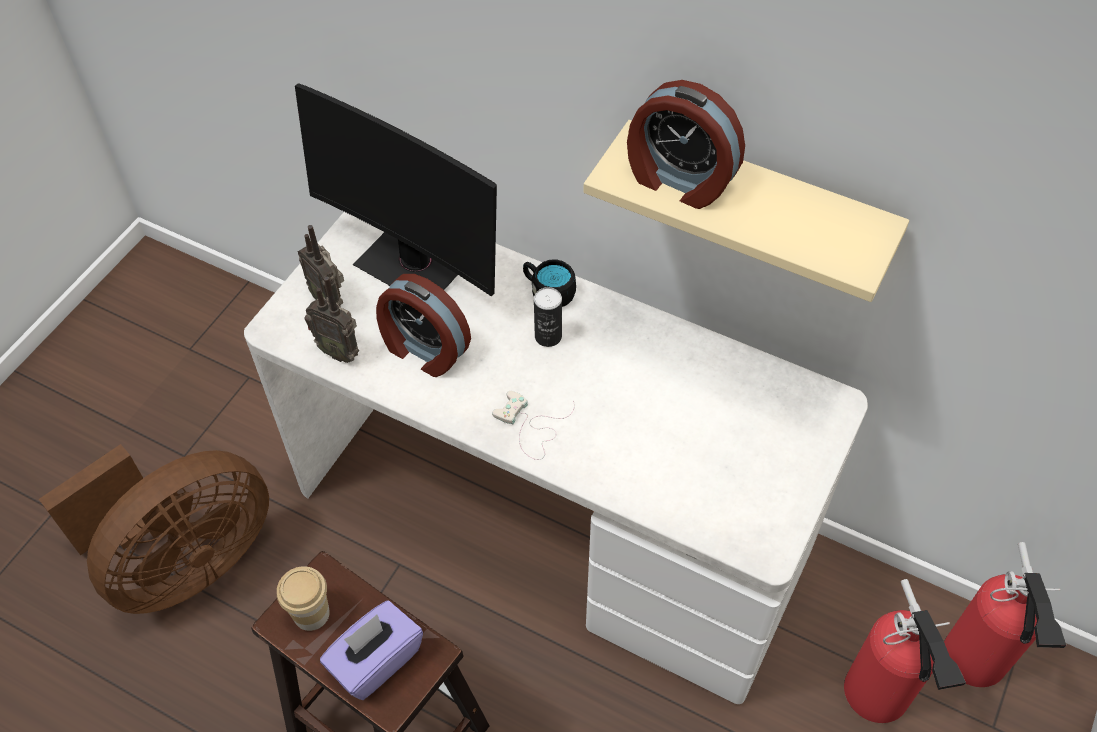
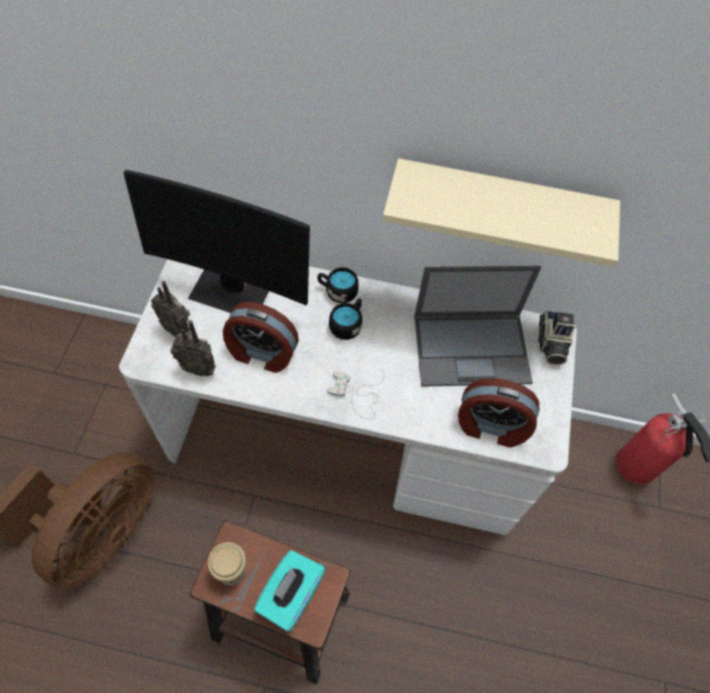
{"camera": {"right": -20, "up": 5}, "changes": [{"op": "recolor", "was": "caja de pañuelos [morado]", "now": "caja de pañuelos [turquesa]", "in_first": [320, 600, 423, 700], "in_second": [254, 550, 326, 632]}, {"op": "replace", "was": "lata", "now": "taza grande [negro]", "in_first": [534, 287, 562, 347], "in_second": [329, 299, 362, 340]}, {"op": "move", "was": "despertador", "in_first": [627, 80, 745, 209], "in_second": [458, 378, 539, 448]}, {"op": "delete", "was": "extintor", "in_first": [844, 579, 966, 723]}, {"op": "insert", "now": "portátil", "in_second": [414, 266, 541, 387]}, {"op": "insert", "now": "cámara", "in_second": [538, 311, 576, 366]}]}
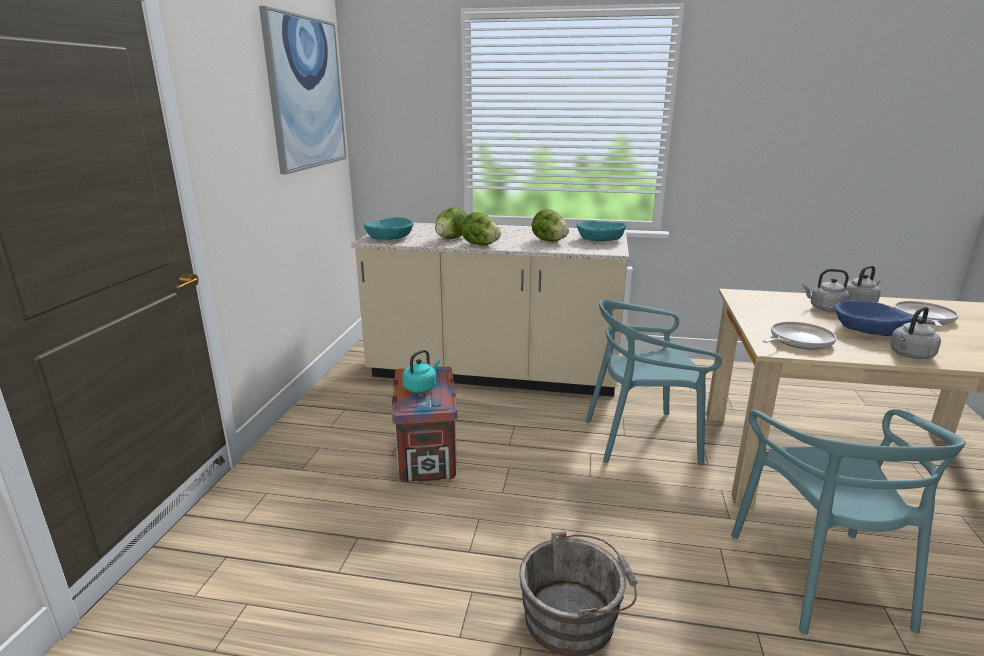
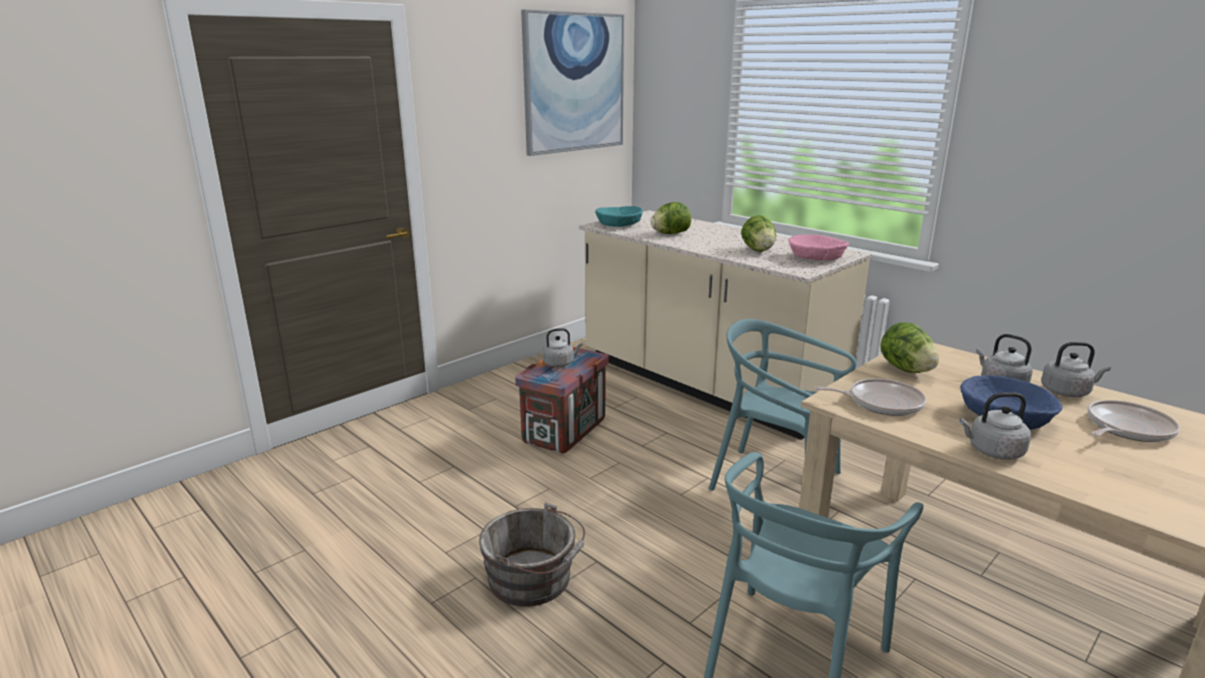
{"camera": {"right": 35, "up": 0}, "changes": [{"op": "recolor", "was": "hervidor [turquesa]", "now": "hervidor [gris]", "in_first": [403, 350, 440, 393], "in_second": [542, 328, 583, 367]}, {"op": "move", "was": "lechuga", "in_first": [461, 212, 501, 245], "in_second": [881, 322, 939, 373]}, {"op": "recolor", "was": "cuenco [turquesa]", "now": "cuenco [rosa]", "in_first": [576, 220, 627, 241], "in_second": [788, 234, 849, 260]}]}
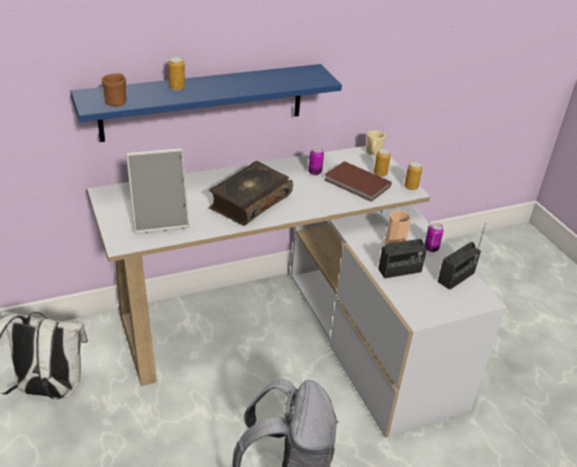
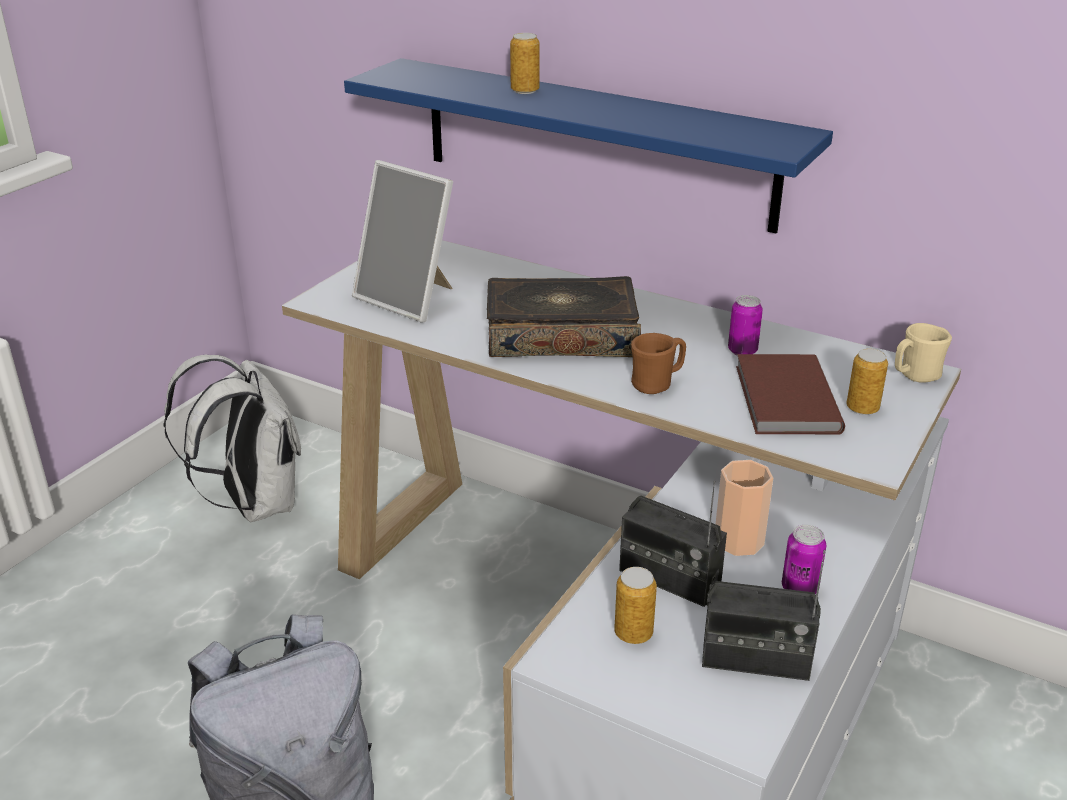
{"camera": {"right": 55, "up": -5}, "changes": [{"op": "move", "was": "taza grande [marrón]", "in_first": [102, 73, 126, 106], "in_second": [631, 333, 686, 394]}, {"op": "move", "was": "lata", "in_first": [405, 161, 422, 190], "in_second": [614, 567, 657, 644]}]}
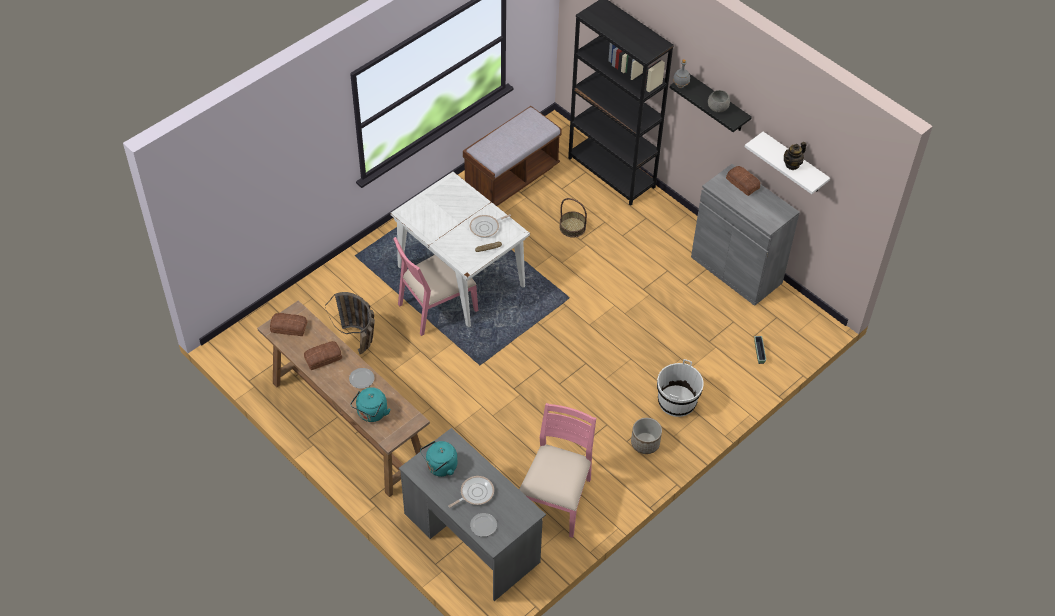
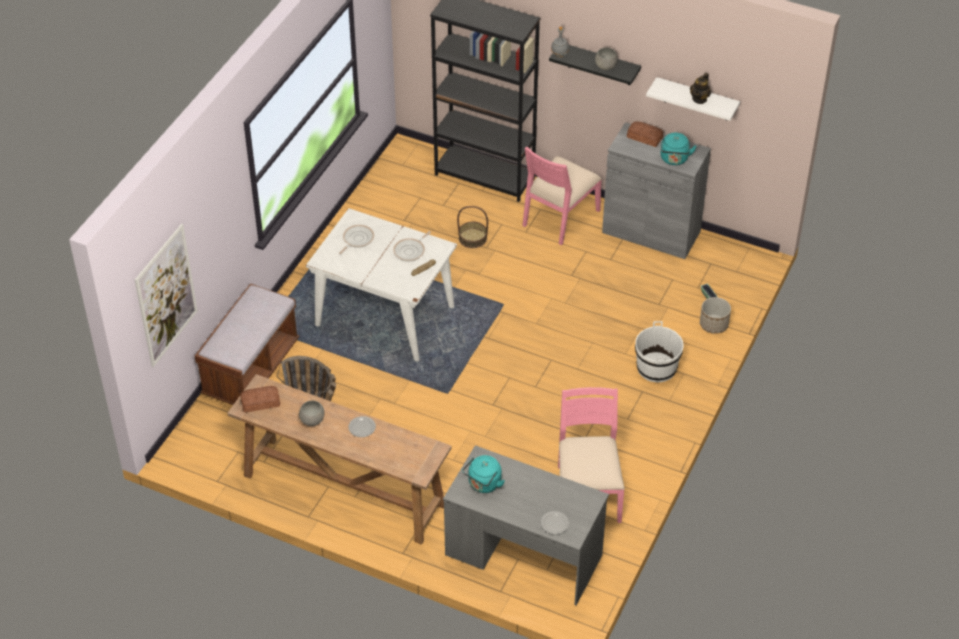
{"camera": {"right": -20, "up": -5}, "changes": [{"op": "replace", "was": "pan", "now": "cuenco [gris]", "in_first": [304, 341, 342, 370], "in_second": [299, 401, 324, 426]}, {"op": "move", "was": "hervidor [turquesa]", "in_first": [350, 387, 391, 422], "in_second": [660, 133, 697, 165]}, {"op": "move", "was": "silla [rosa]", "in_first": [393, 237, 478, 336], "in_second": [522, 146, 602, 245]}, {"op": "move", "was": "sartén", "in_first": [448, 476, 494, 508], "in_second": [339, 225, 374, 254]}, {"op": "move", "was": "banco [marrón]", "in_first": [463, 106, 562, 206], "in_second": [195, 283, 299, 405]}, {"op": "move", "was": "maceta", "in_first": [631, 418, 662, 454], "in_second": [700, 297, 731, 334]}, {"op": "insert", "now": "cuadro", "in_second": [135, 224, 197, 367]}]}
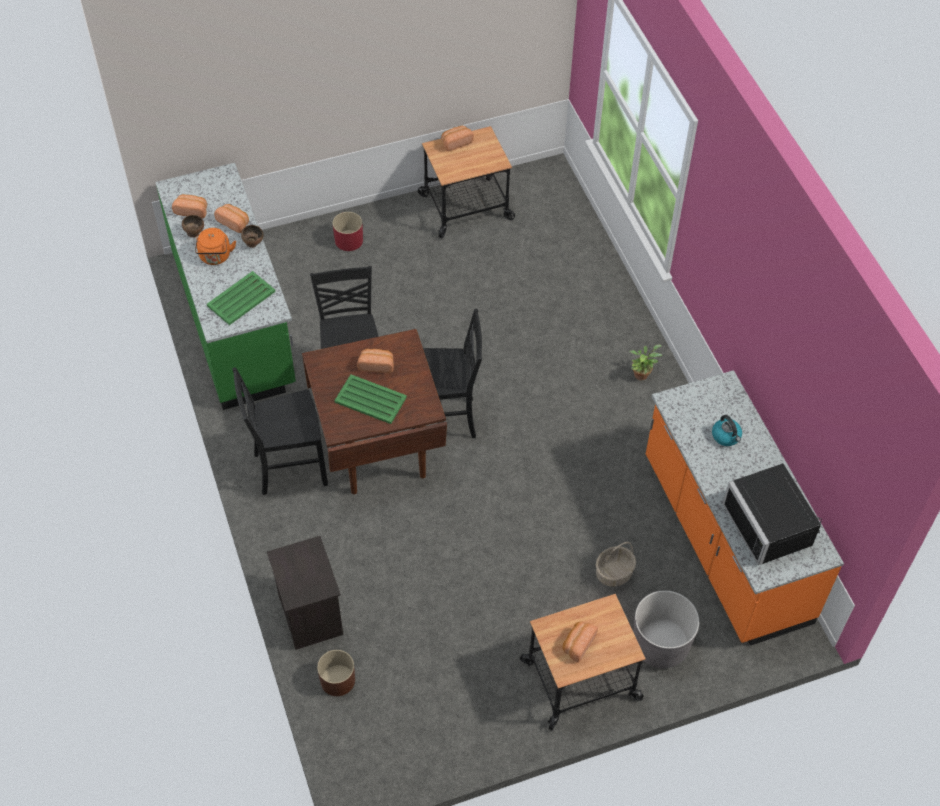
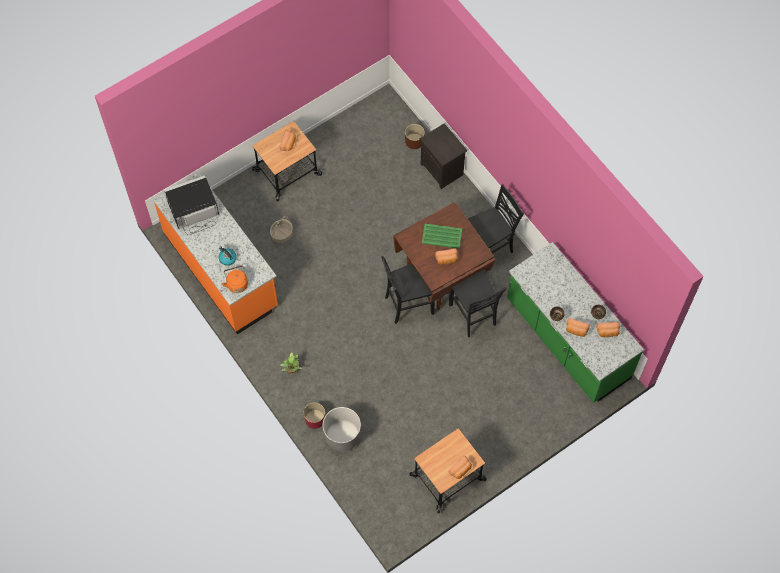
{"camera": {"right": 165, "up": 10}, "changes": [{"op": "move", "was": "hervidor [naranja]", "in_first": [195, 228, 236, 265], "in_second": [222, 266, 248, 293]}, {"op": "delete", "was": "bandeja [verde]", "in_first": [207, 271, 275, 325]}, {"op": "move", "was": "maceta [rojo]", "in_first": [333, 212, 363, 251], "in_second": [304, 402, 325, 429]}, {"op": "move", "was": "maceta [gris]", "in_first": [633, 590, 699, 668], "in_second": [322, 407, 361, 452]}, {"op": "rotate", "was": "microondas [negro]", "in_first": [723, 463, 822, 565], "in_second": [164, 175, 219, 235], "clockwise": -75}]}
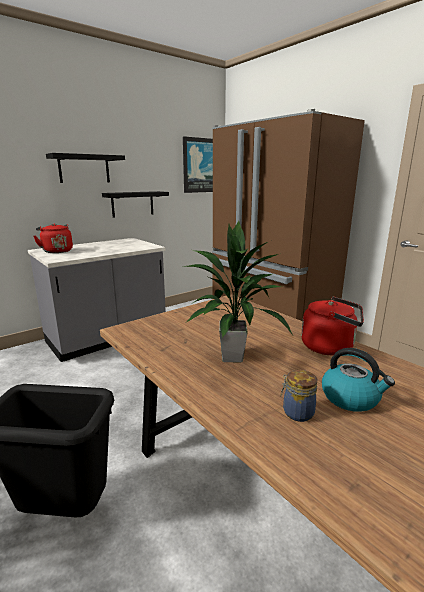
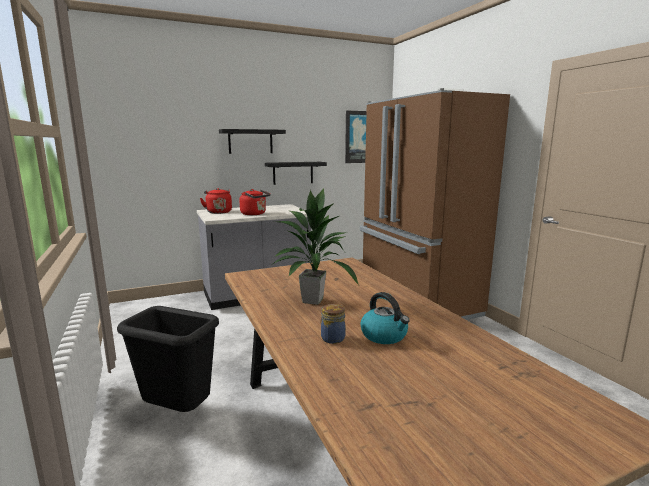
{"camera": {"right": 15, "up": -5}, "changes": [{"op": "move", "was": "hervidor [rojo]", "in_first": [301, 297, 364, 355], "in_second": [239, 189, 271, 215]}]}
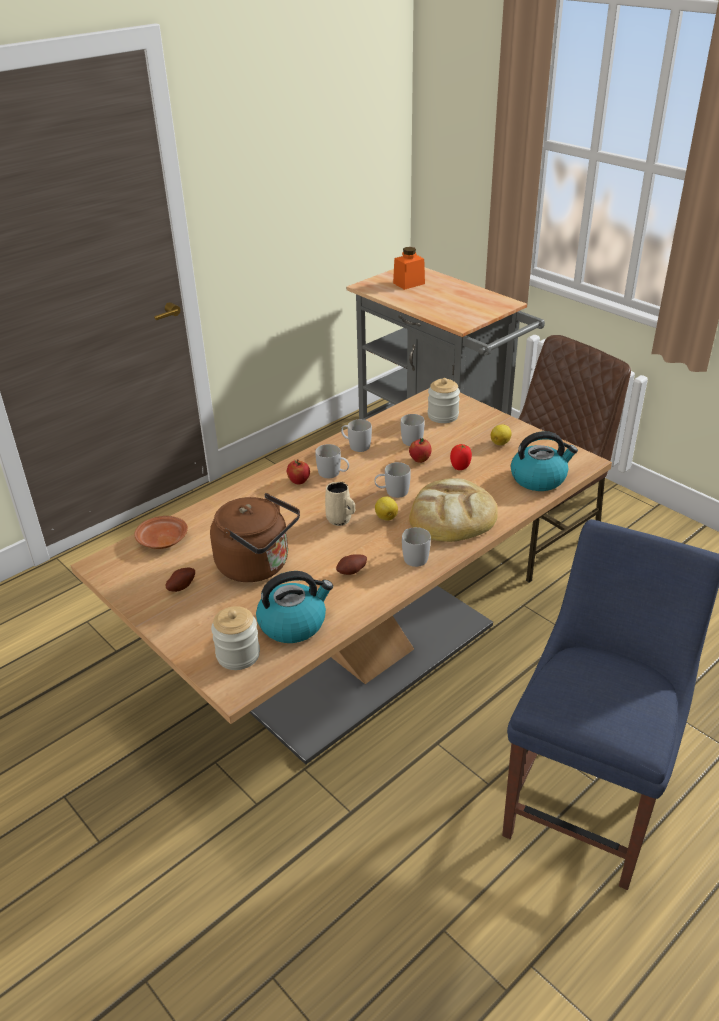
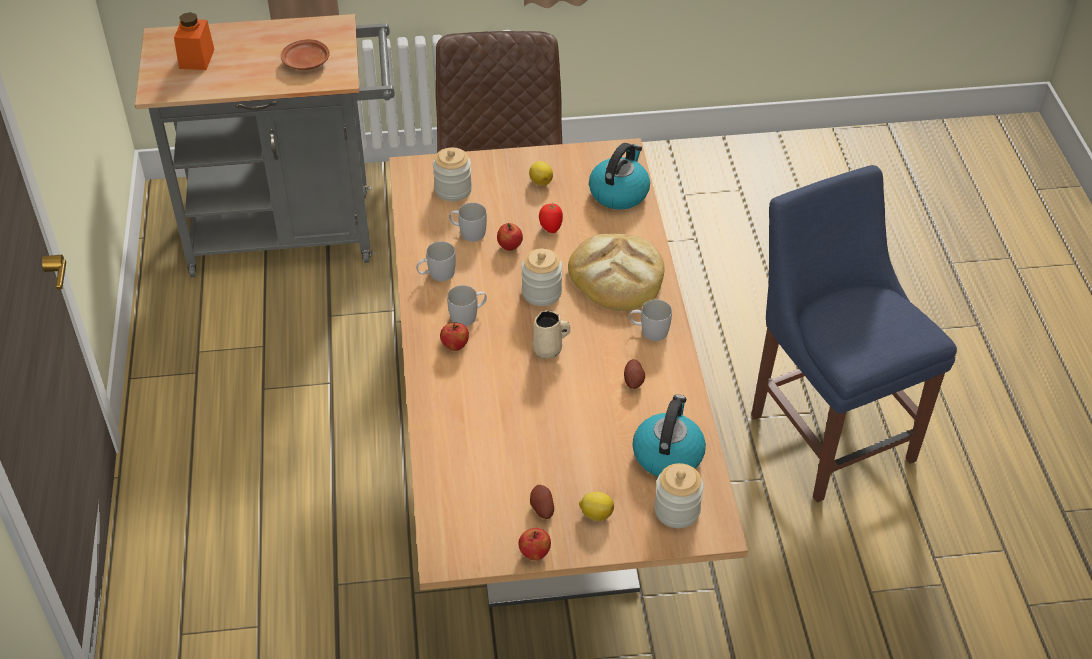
{"camera": {"right": -55, "up": 10}, "changes": [{"op": "move", "was": "plato [marrón]", "in_first": [134, 516, 188, 549], "in_second": [281, 39, 330, 70]}, {"op": "delete", "was": "hervidor [marrón]", "in_first": [210, 493, 300, 582]}, {"op": "replace", "was": "taza grande [blanco]", "now": "tarro", "in_first": [374, 462, 411, 498], "in_second": [521, 249, 562, 306]}, {"op": "move", "was": "limón", "in_first": [375, 497, 398, 521], "in_second": [579, 492, 614, 521]}, {"op": "insert", "now": "manzana", "in_second": [518, 528, 551, 560]}]}
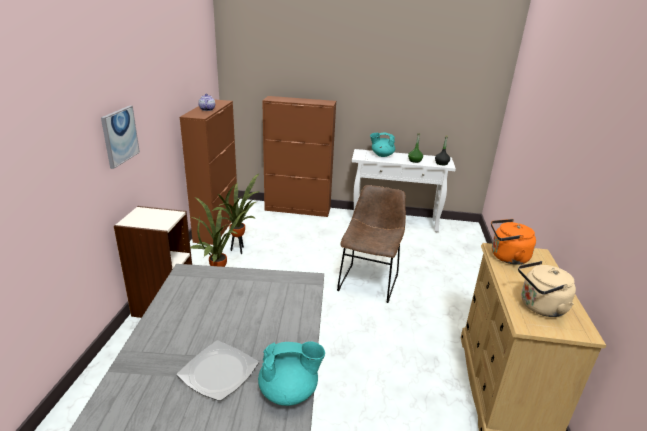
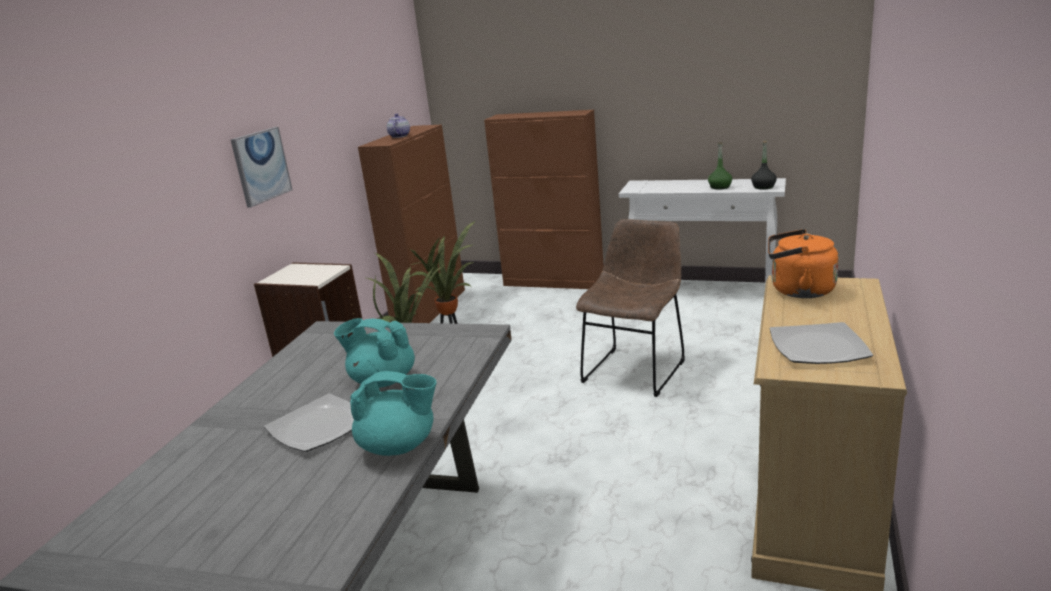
{"camera": {"right": 15, "up": -5}, "changes": [{"op": "move", "was": "tetera [turquesa]", "in_first": [370, 133, 395, 157], "in_second": [334, 318, 415, 388]}, {"op": "replace", "was": "hervidor [beis]", "now": "plato", "in_first": [518, 261, 576, 317], "in_second": [770, 322, 873, 364]}]}
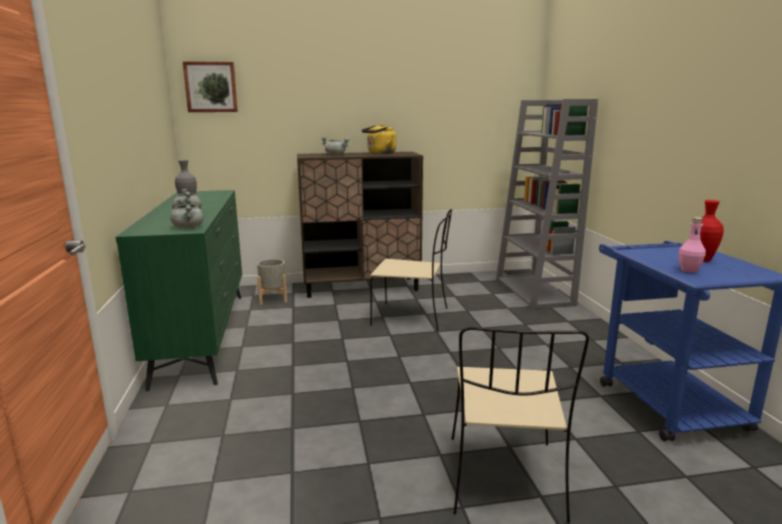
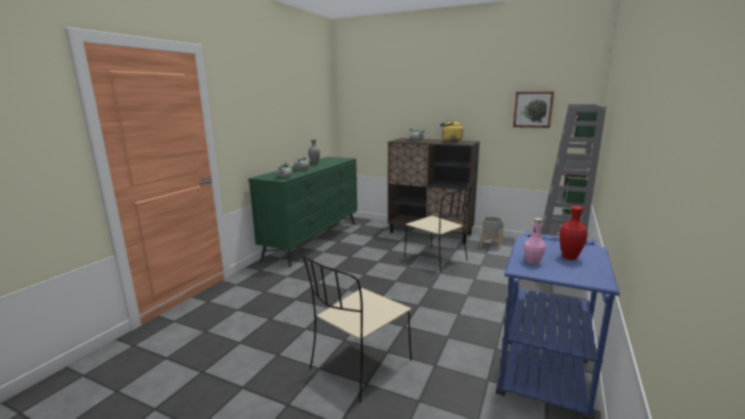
{"camera": {"right": 35, "up": 0}, "changes": [{"op": "move", "was": "cuadro", "in_first": [183, 61, 238, 112], "in_second": [513, 91, 554, 128]}, {"op": "move", "was": "maceta [gris]", "in_first": [257, 259, 287, 305], "in_second": [480, 216, 503, 250]}]}
